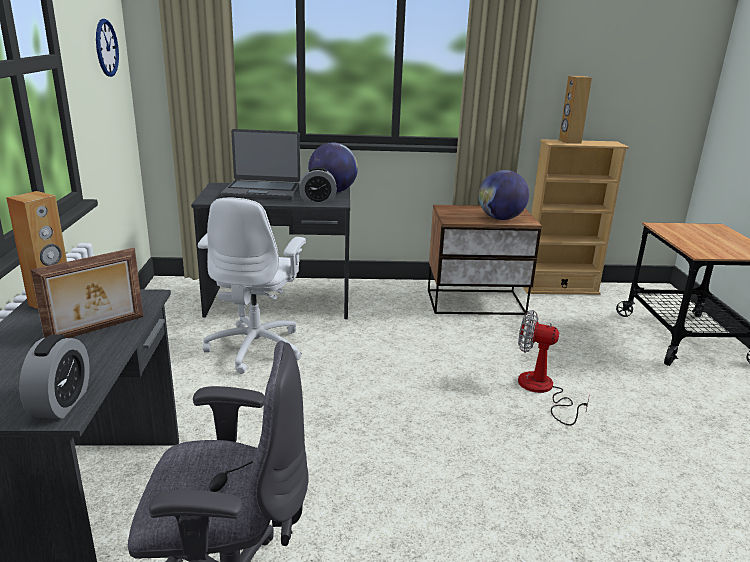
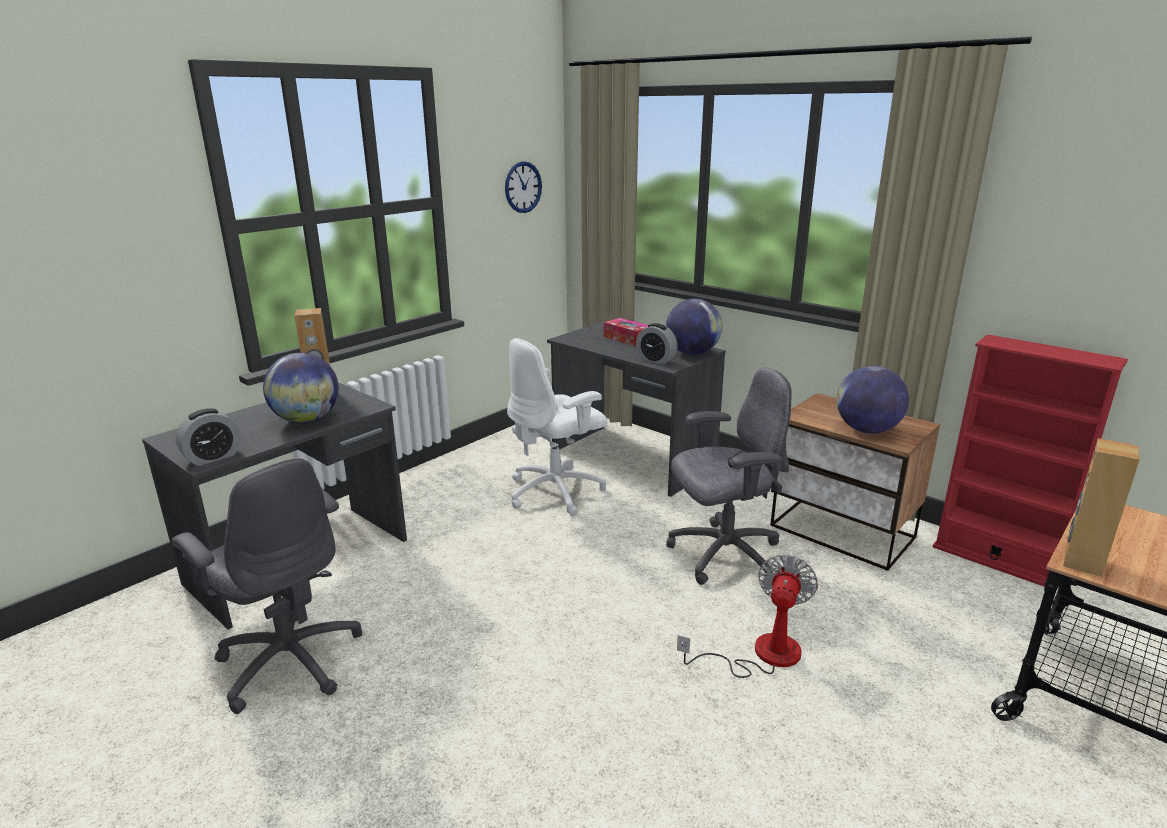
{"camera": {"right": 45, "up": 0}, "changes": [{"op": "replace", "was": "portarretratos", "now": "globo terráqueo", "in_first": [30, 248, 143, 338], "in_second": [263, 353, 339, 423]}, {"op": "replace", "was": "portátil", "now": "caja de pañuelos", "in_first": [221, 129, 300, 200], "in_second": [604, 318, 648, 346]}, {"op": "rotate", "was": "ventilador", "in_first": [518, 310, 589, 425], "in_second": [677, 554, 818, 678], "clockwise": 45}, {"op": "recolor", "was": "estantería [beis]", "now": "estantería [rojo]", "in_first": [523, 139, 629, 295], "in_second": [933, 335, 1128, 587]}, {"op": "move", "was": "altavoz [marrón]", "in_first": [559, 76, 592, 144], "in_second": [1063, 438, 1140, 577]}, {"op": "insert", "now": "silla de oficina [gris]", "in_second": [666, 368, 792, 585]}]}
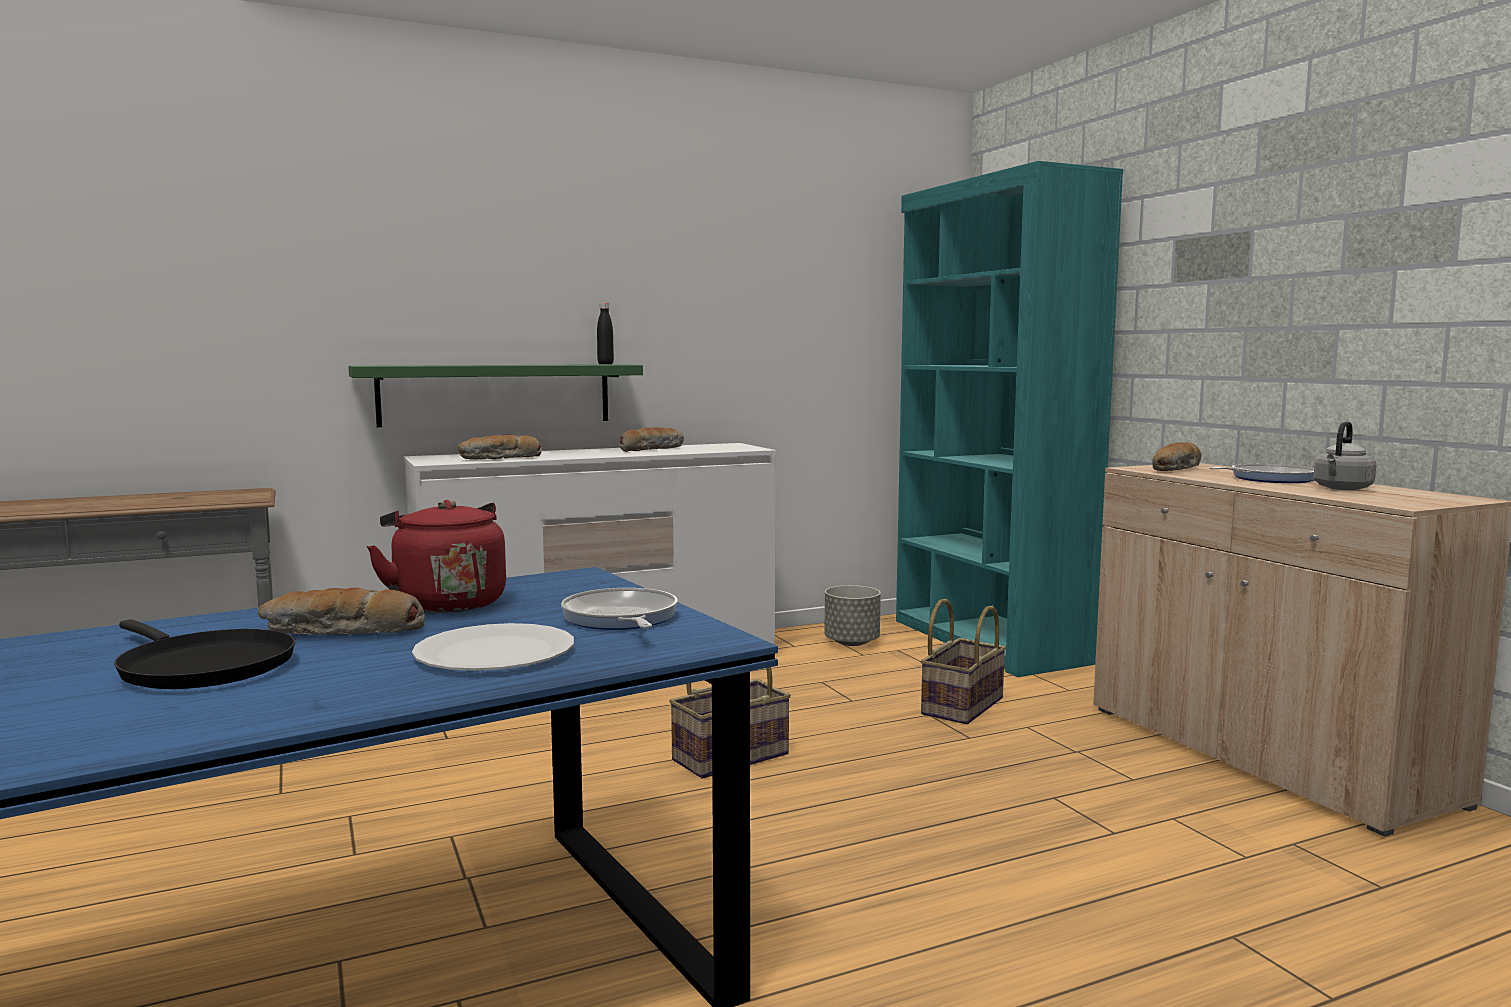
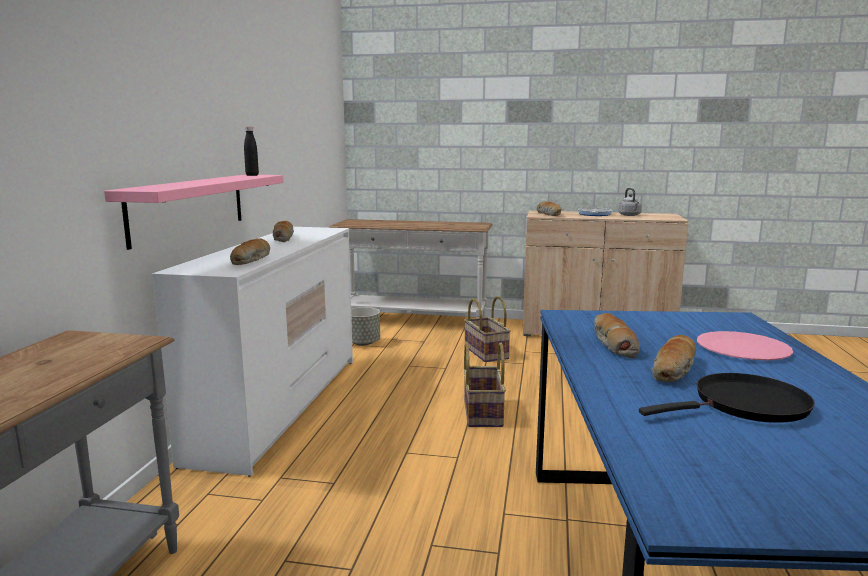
{"camera": {"right": -55, "up": 5}, "changes": [{"op": "recolor", "was": "estante [verde]", "now": "estante [rosa]", "in_first": [348, 364, 643, 427], "in_second": [104, 175, 284, 250]}, {"op": "replace", "was": "hervidor [rojo]", "now": "pan", "in_first": [367, 500, 506, 613], "in_second": [594, 313, 640, 358]}, {"op": "recolor", "was": "plato [blanco]", "now": "plato [rosa]", "in_first": [412, 623, 574, 671], "in_second": [697, 331, 793, 360]}, {"op": "delete", "was": "sartén", "in_first": [561, 588, 678, 630]}, {"op": "replace", "was": "estantería [turquesa]", "now": "mesa consola [blanco]", "in_first": [896, 161, 1123, 677], "in_second": [329, 219, 493, 318]}]}
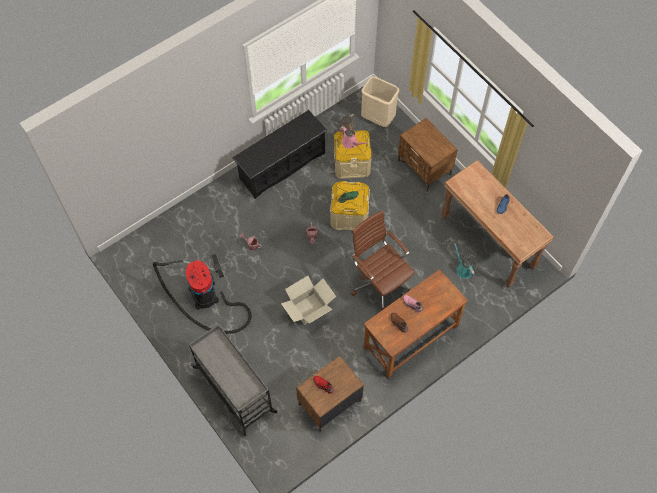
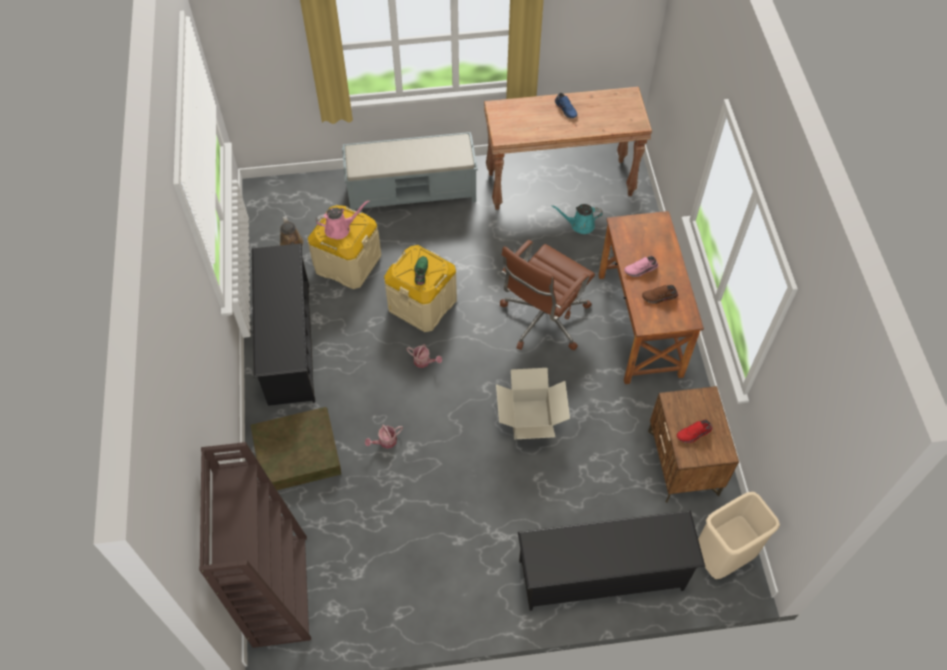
{"camera": {"right": -60, "up": -5}, "changes": [{"op": "delete", "was": "aspiradora", "in_first": [153, 254, 252, 334]}, {"op": "replace", "was": "carrito [gris]", "now": "zapatero [negro]", "in_first": [189, 324, 277, 436], "in_second": [518, 510, 705, 611]}, {"op": "rotate", "was": "silla de oficina [marrón]", "in_first": [351, 211, 415, 311], "in_second": [500, 240, 595, 350], "clockwise": -45}, {"op": "move", "was": "papelera [beis]", "in_first": [361, 76, 399, 127], "in_second": [698, 492, 780, 579]}, {"op": "replace", "was": "mesita de noche [marrón]", "now": "banco [gris]", "in_first": [398, 118, 458, 192], "in_second": [342, 132, 478, 211]}, {"op": "insert", "now": "estantería [marrón]", "in_second": [199, 442, 311, 648]}, {"op": "insert", "now": "caja de almacenaje [marrón]", "in_second": [251, 407, 341, 490]}]}
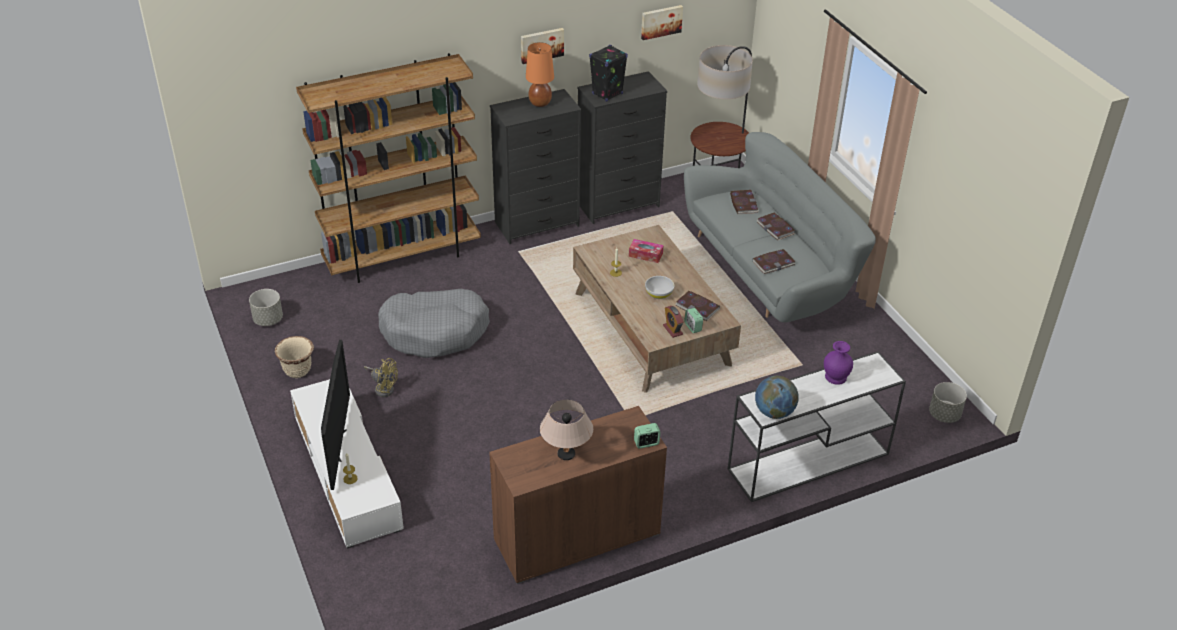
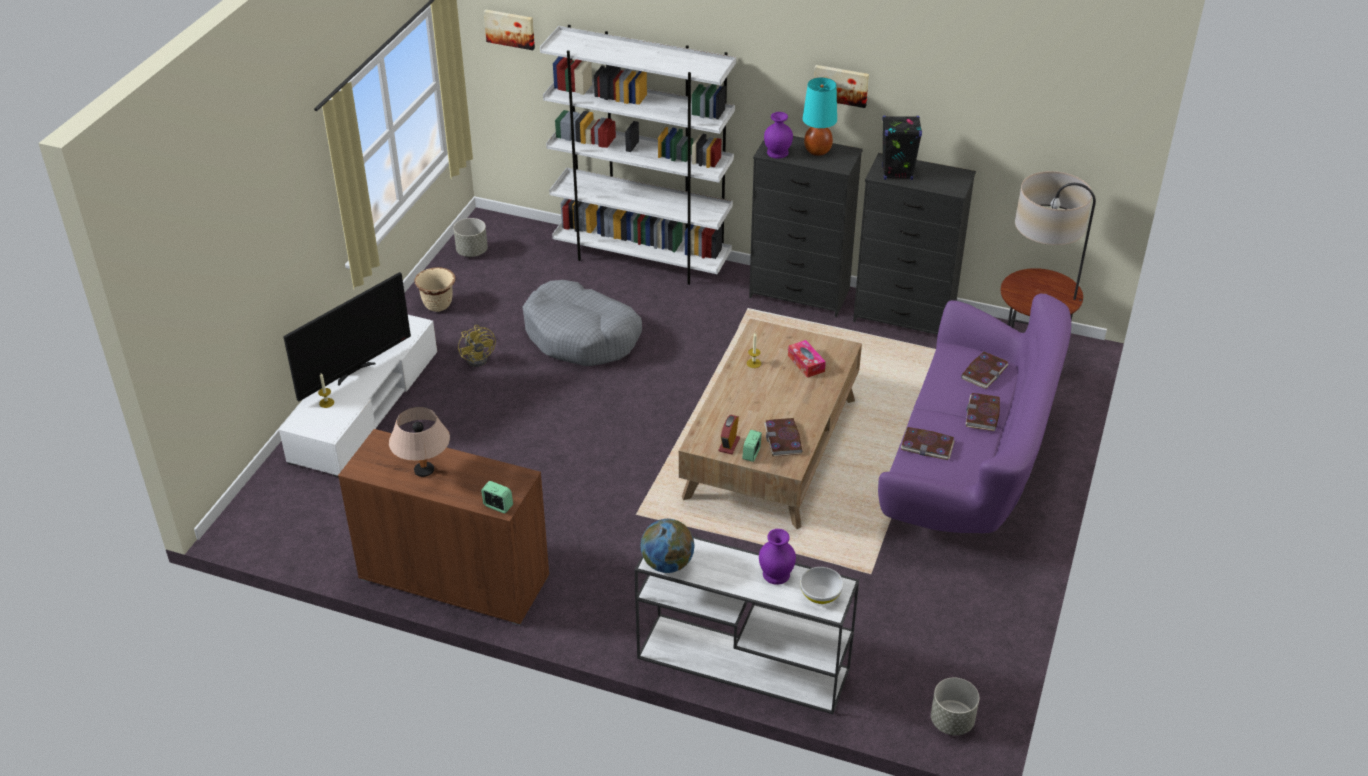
{"camera": {"right": 45, "up": 0}, "changes": [{"op": "recolor", "was": "estantería [marrón]", "now": "estantería [blanco]", "in_first": [296, 53, 481, 283], "in_second": [540, 25, 736, 285]}, {"op": "recolor", "was": "lámpara de mesa [naranja]", "now": "lámpara de mesa [turquesa]", "in_first": [526, 42, 554, 107], "in_second": [803, 78, 837, 156]}, {"op": "move", "was": "cuadro", "in_first": [641, 5, 683, 40], "in_second": [484, 10, 535, 50]}, {"op": "move", "was": "cuenco [blanco]", "in_first": [645, 276, 674, 299], "in_second": [800, 567, 843, 604]}, {"op": "recolor", "was": "sofá [gris]", "now": "sofá [morado]", "in_first": [684, 132, 876, 323], "in_second": [878, 293, 1071, 533]}, {"op": "insert", "now": "florero [morado]", "in_second": [764, 112, 793, 159]}]}
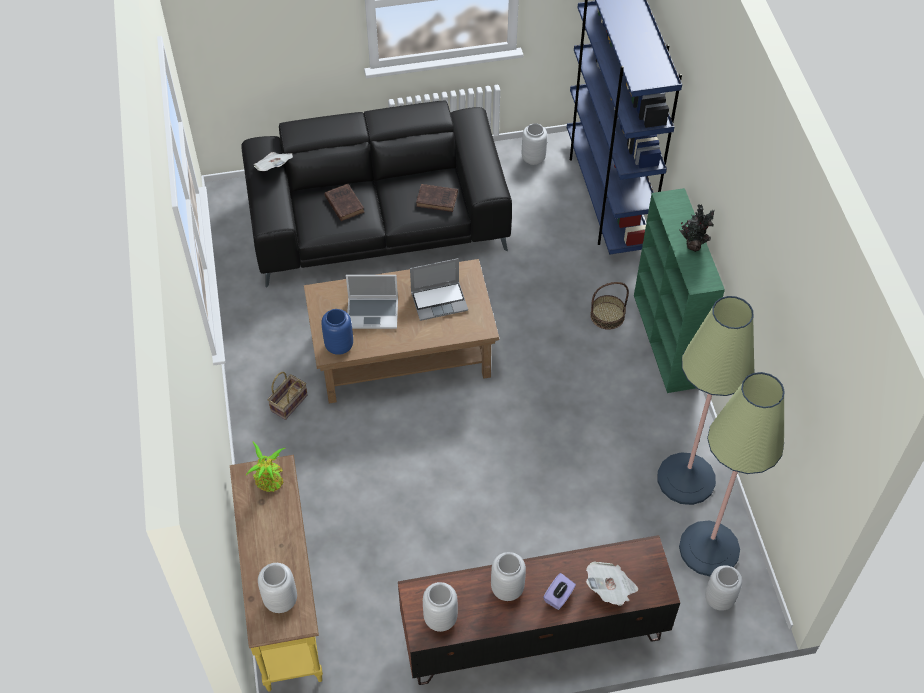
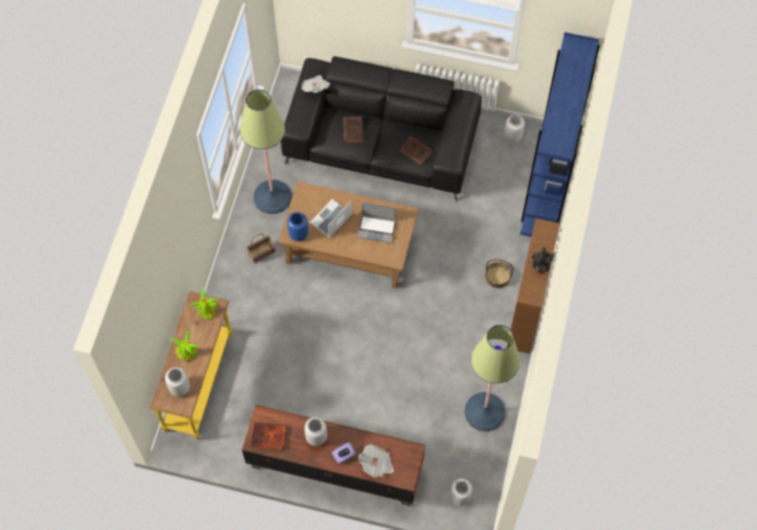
{"camera": {"right": 25, "up": 10}, "changes": [{"op": "rotate", "was": "portátil", "in_first": [346, 275, 398, 329], "in_second": [310, 199, 352, 238], "clockwise": 105}, {"op": "replace", "was": "florero [gris]", "now": "libro", "in_first": [423, 582, 458, 632], "in_second": [251, 422, 286, 451]}, {"op": "recolor", "was": "estantería [verde]", "now": "estantería [marrón]", "in_first": [634, 188, 725, 393], "in_second": [507, 218, 560, 354]}, {"op": "move", "was": "lámpara de pie", "in_first": [679, 372, 785, 576], "in_second": [240, 89, 291, 214]}, {"op": "insert", "now": "planta en maceta", "in_second": [171, 328, 199, 361]}]}
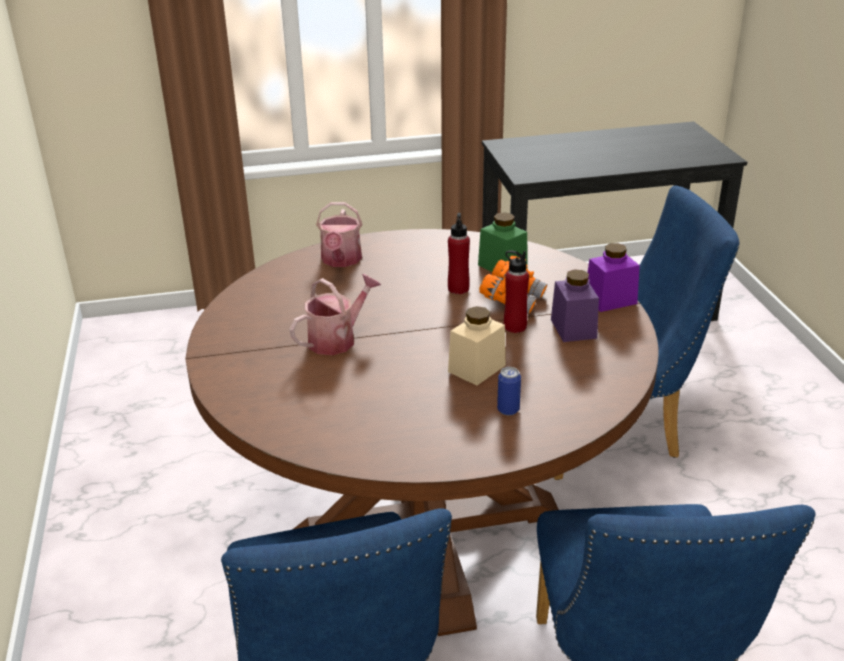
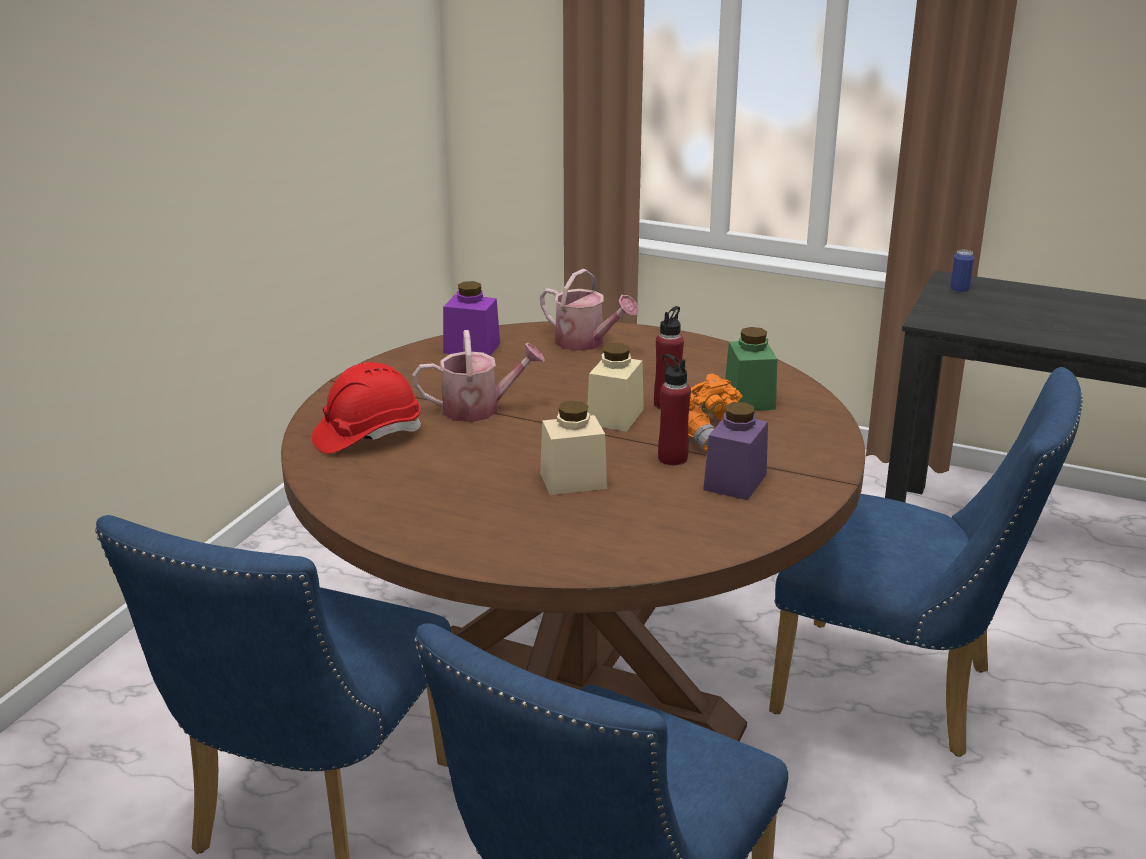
{"camera": {"right": 35, "up": -5}, "changes": [{"op": "rotate", "was": "regadera", "in_first": [316, 202, 362, 267], "in_second": [540, 269, 638, 351], "clockwise": -90}, {"op": "move", "was": "lata", "in_first": [497, 367, 521, 416], "in_second": [950, 250, 974, 292]}, {"op": "move", "was": "tarro [morado]", "in_first": [588, 243, 640, 312], "in_second": [443, 281, 500, 356]}, {"op": "insert", "now": "casco [rojo]", "in_second": [312, 362, 421, 454]}, {"op": "insert", "now": "tarro [beis]", "in_second": [587, 343, 644, 432]}]}
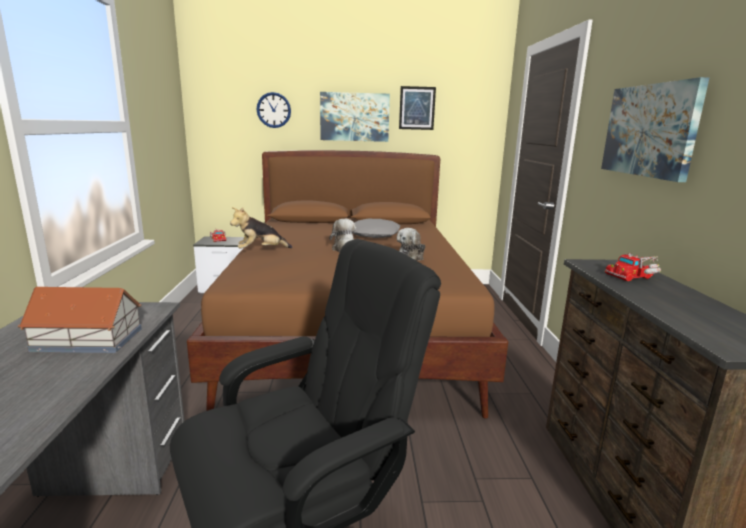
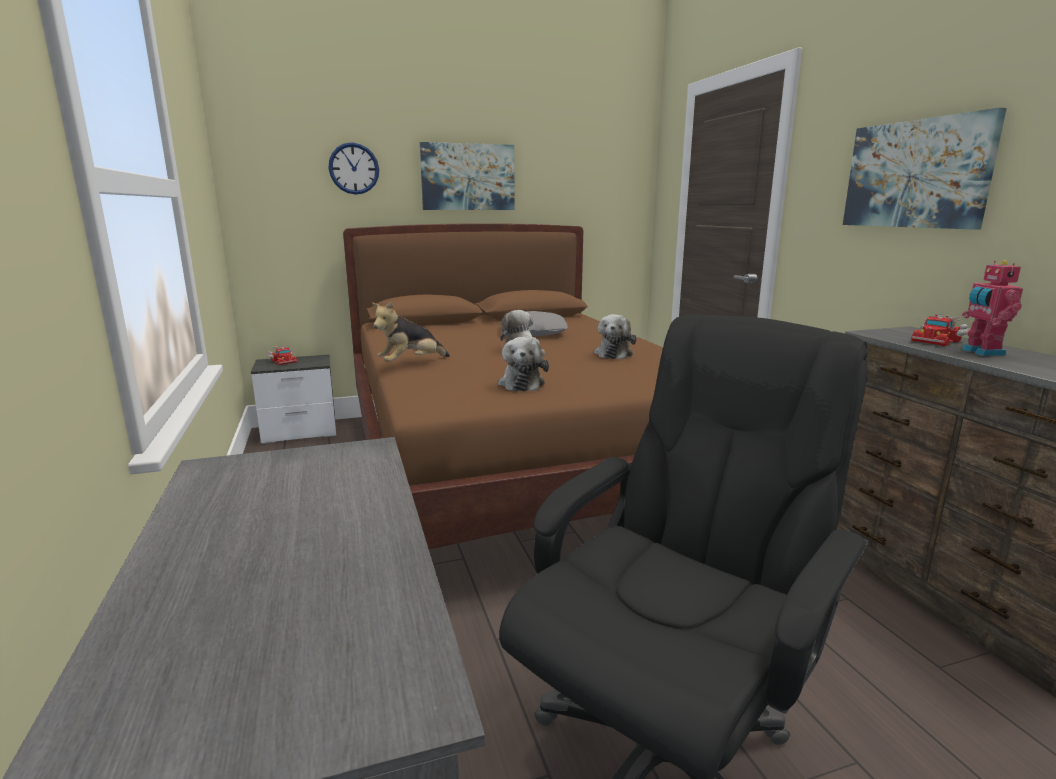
{"camera": {"right": -15, "up": 0}, "changes": [{"op": "delete", "was": "casita", "in_first": [18, 287, 142, 353]}, {"op": "delete", "was": "cuadro", "in_first": [399, 86, 436, 130]}, {"op": "insert", "now": "peluche", "in_second": [498, 337, 549, 391]}, {"op": "insert", "now": "robot de juguete", "in_second": [962, 260, 1023, 356]}]}
